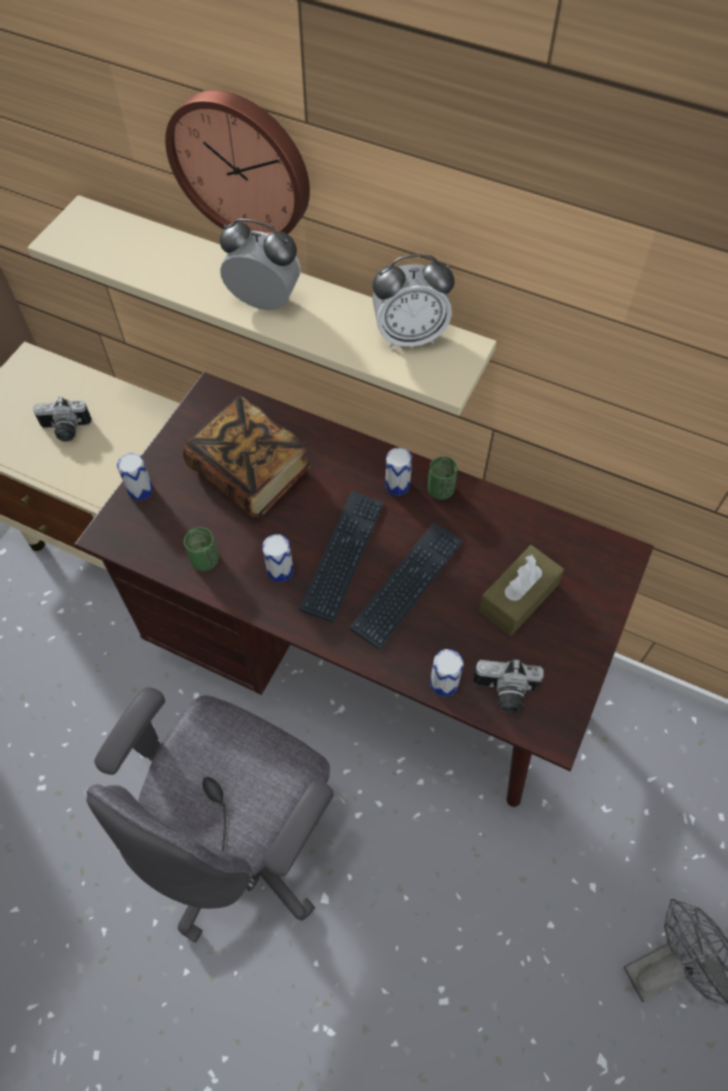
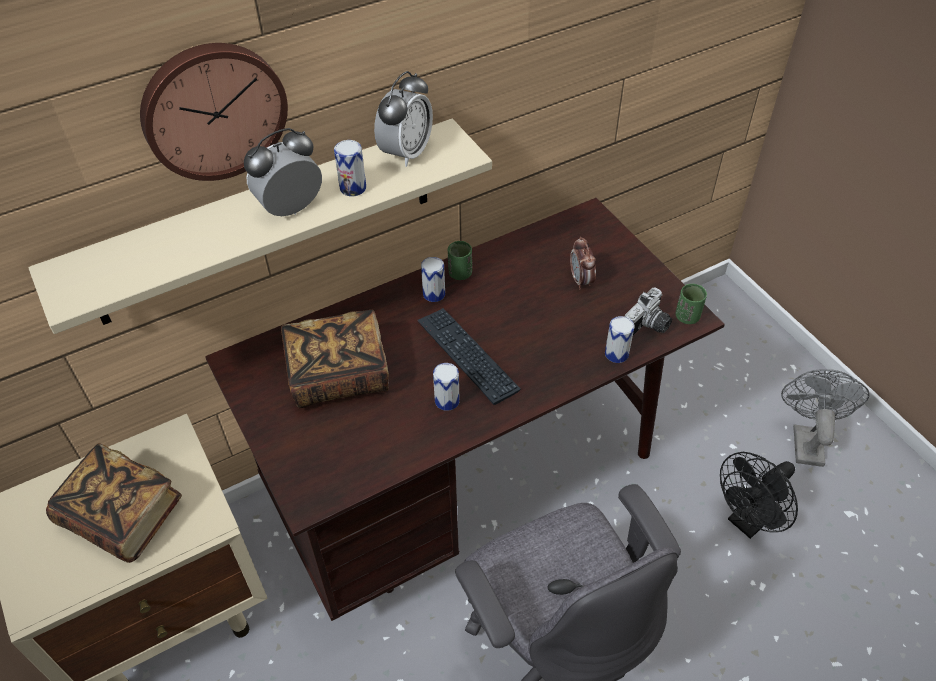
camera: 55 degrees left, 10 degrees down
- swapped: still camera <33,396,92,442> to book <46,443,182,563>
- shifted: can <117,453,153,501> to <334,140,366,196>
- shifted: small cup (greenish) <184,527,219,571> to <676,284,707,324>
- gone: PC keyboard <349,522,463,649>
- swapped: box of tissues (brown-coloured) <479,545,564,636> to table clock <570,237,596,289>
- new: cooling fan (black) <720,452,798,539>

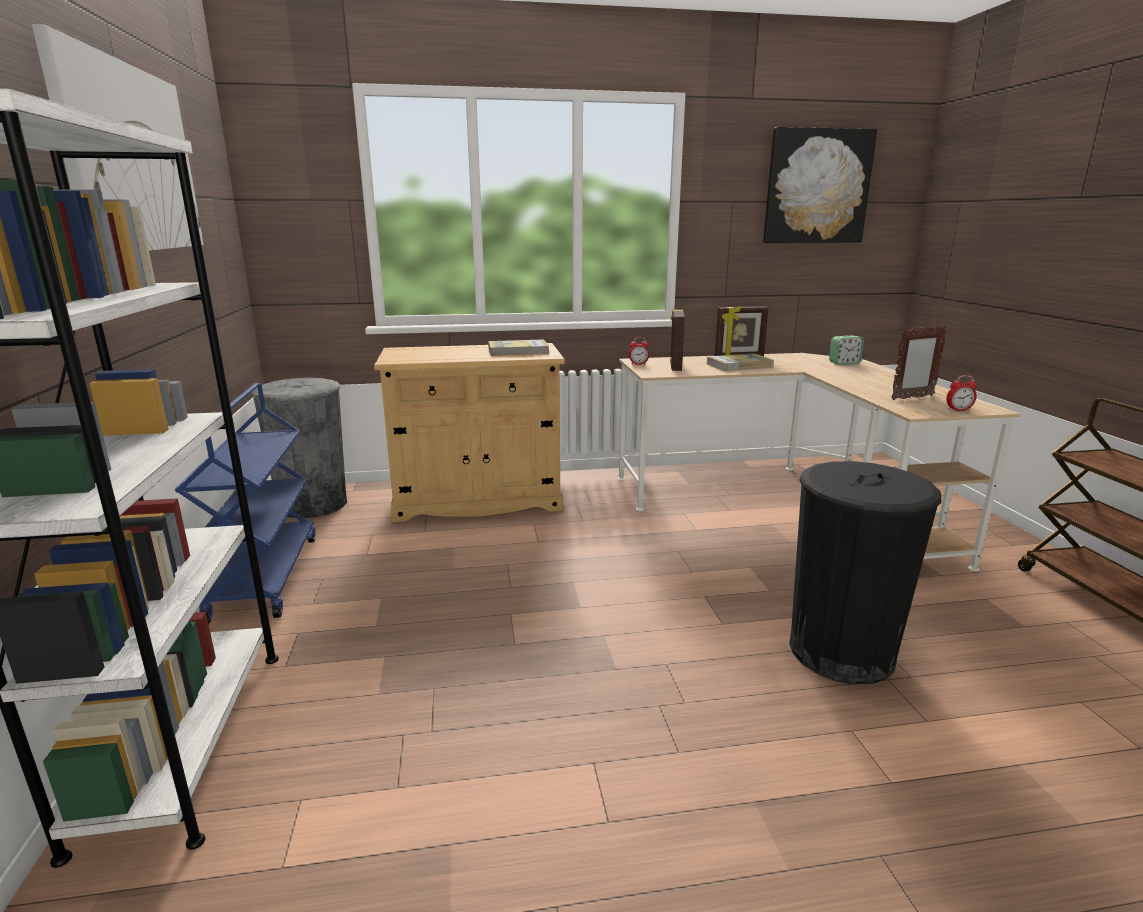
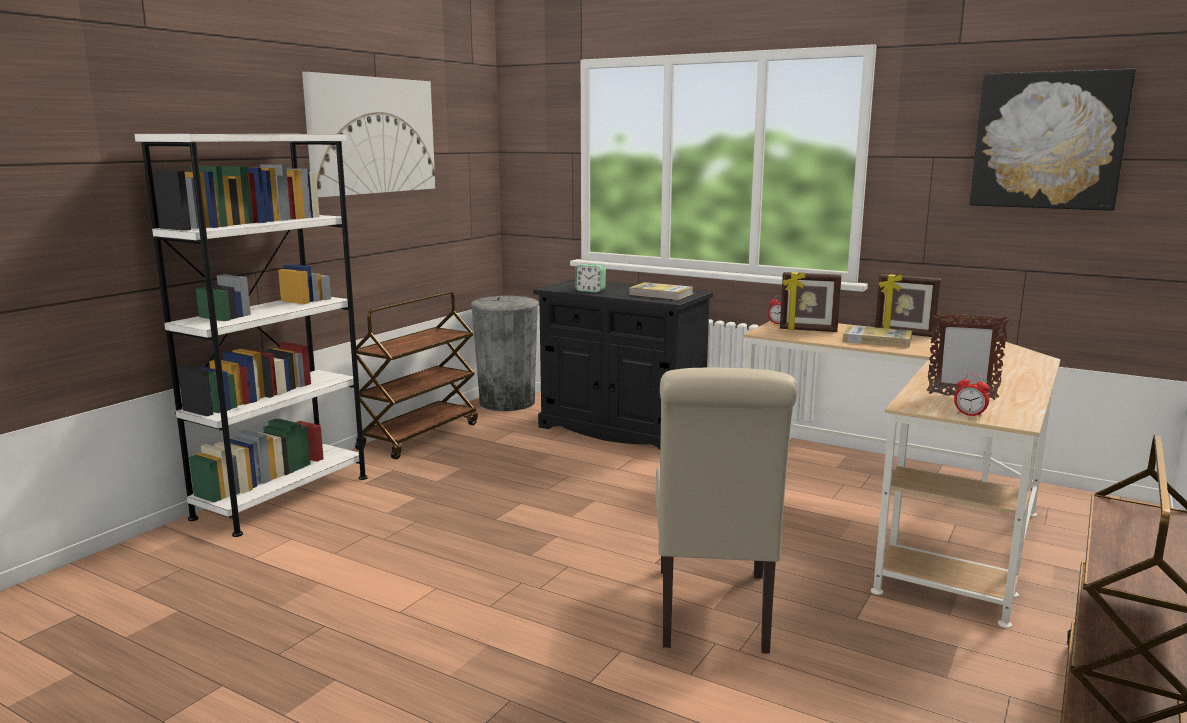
camera: 40 degrees right, 5 degrees down
- repainted: wheeled cart (blue) <175,383,316,624> to wheeled cart (brown-coloured) <355,292,478,459>
- repainted: cupboard (beige) <374,343,564,522> to cupboard (black) <533,279,713,449>
- rotated: standing frame <670,309,685,371> = <780,272,842,332> 120 degrees counterclockwise
- swapped: trash can (black) <789,461,941,685> to upright chair (beige) <656,368,797,654>
- shifted: table clock <829,335,864,365> to <575,264,606,293>

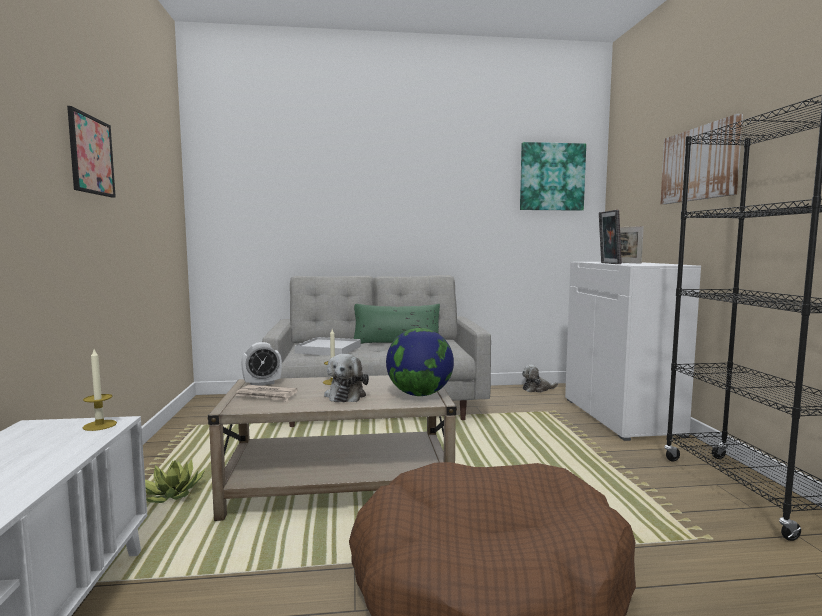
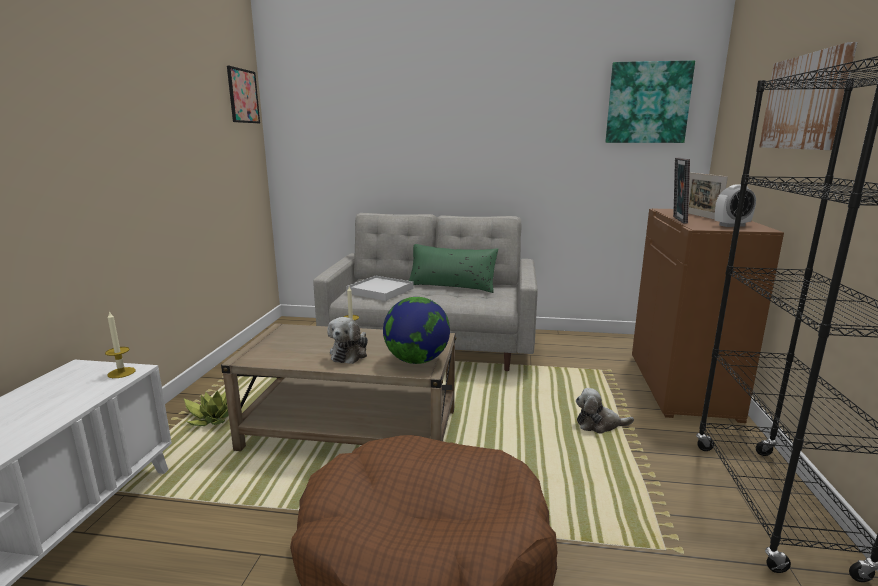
camera: 15 degrees right, 10 degrees up
- shifted: wall art <67,106,116,198> to <227,66,260,123>
- gone: daily paper <235,385,298,401>
- shifted: table clock <241,342,282,386> to <715,184,756,227>
- shifted: soft toy <522,365,558,393> to <576,388,634,434>
- repainted: cupboard (white) <565,262,701,441> to cupboard (brown-coloured) <632,209,784,423>

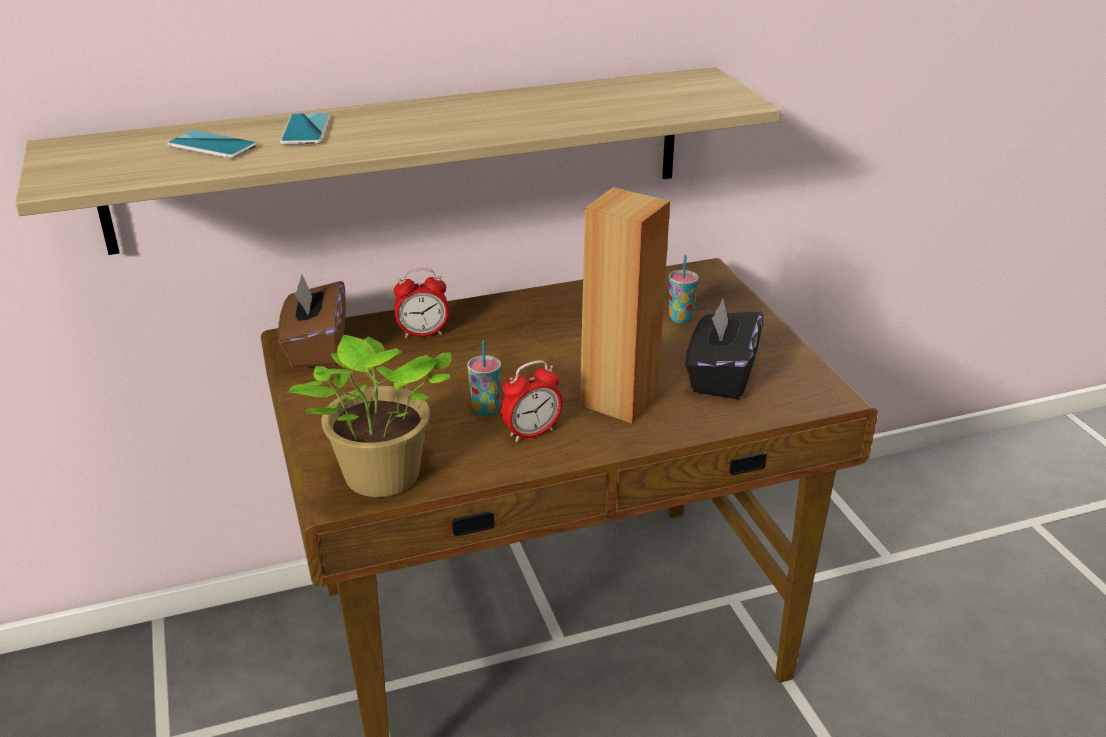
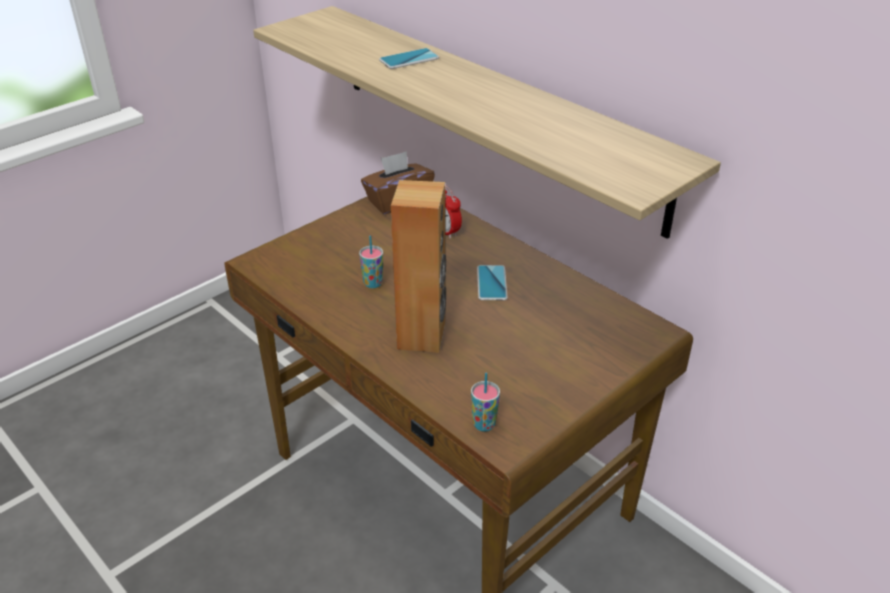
camera: 65 degrees right, 5 degrees up
- shifted: telephone <167,130,258,159> to <477,265,508,300>
- gone: plant in a pot <288,335,452,497>
- gone: table clock <501,360,563,442>
- shifted: small cup <669,255,699,323> to <471,373,500,432>
- gone: box of tissues (black) <685,298,763,399>

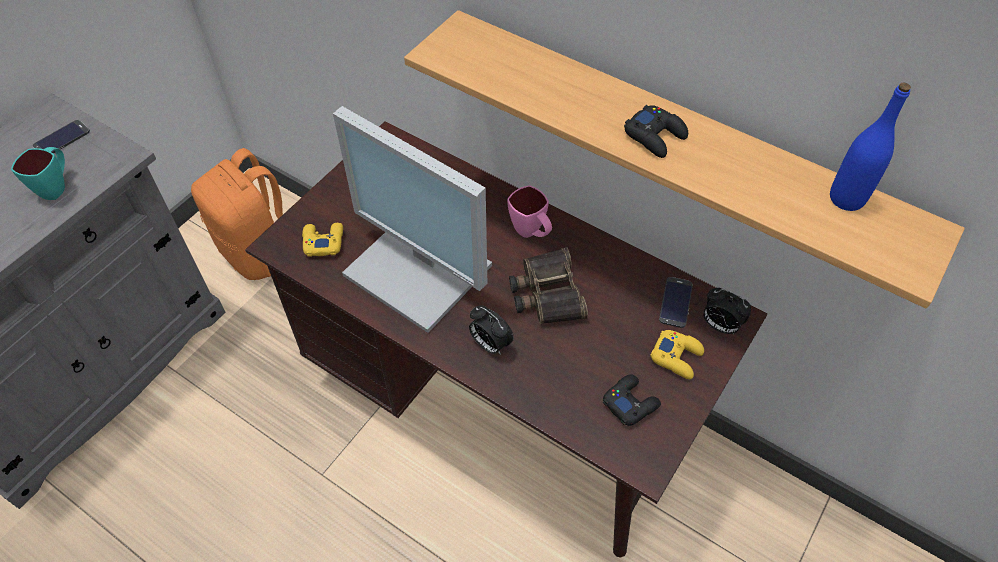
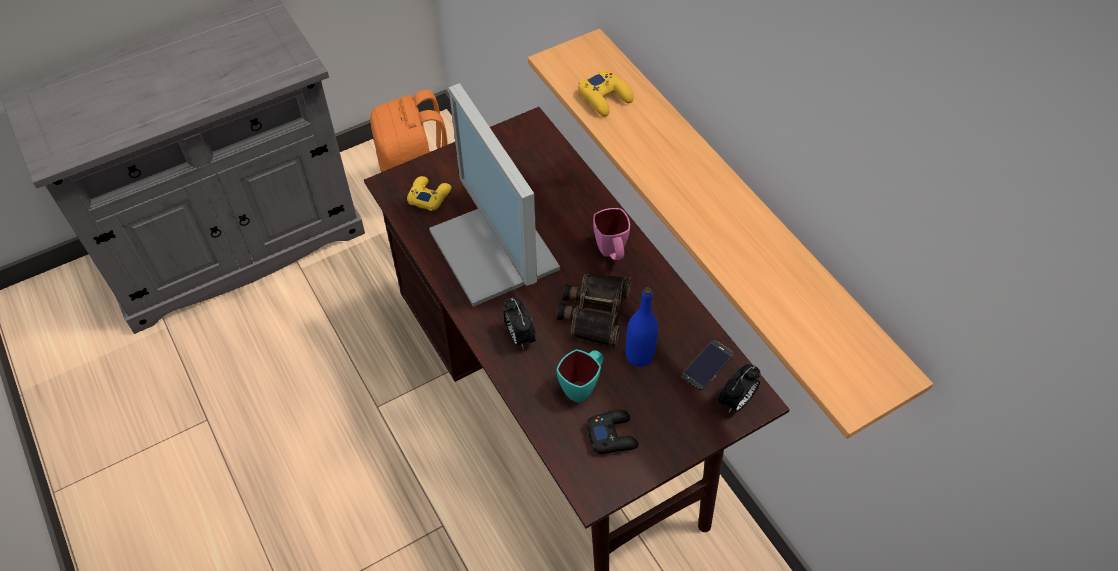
camera: 25 degrees right, 0 degrees up
- shifted: tea mug (turquoise-coloured) <11,147,65,200> to <557,349,604,403>
- gone: telephone <33,120,90,154>
- gone: joypad (black) <624,105,688,158>
- shifted: joypad (yellowish) <650,330,704,379> to <578,70,633,117>
- rotated: table clock <703,288,751,334> = <718,364,760,412> 105 degrees counterclockwise
- shifted: drink bottle (blue) <830,83,911,211> to <625,287,658,367>

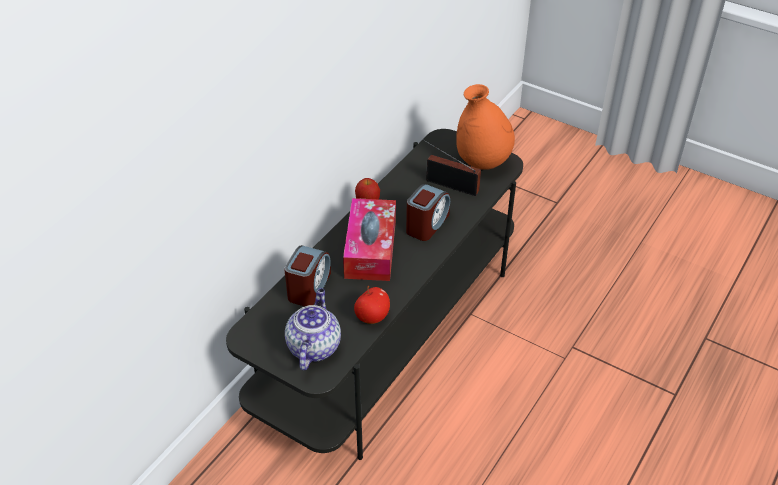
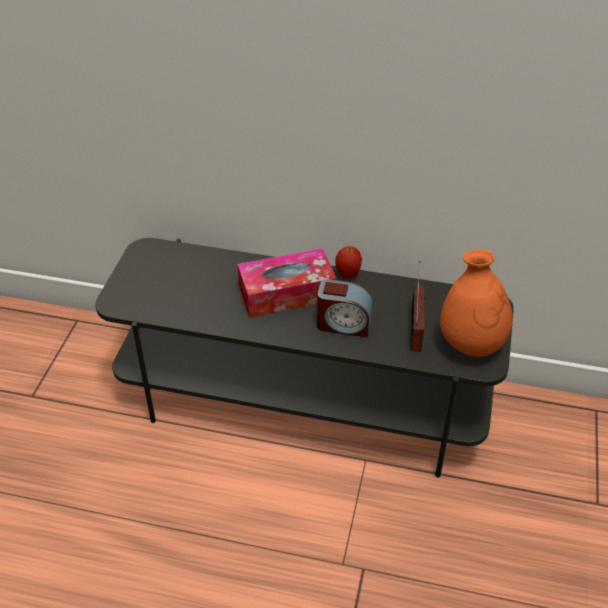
camera: 70 degrees right, 0 degrees up
- gone: table clock <284,245,331,306>
- gone: teapot <285,288,341,370>
- gone: apple fruit <354,286,390,324>

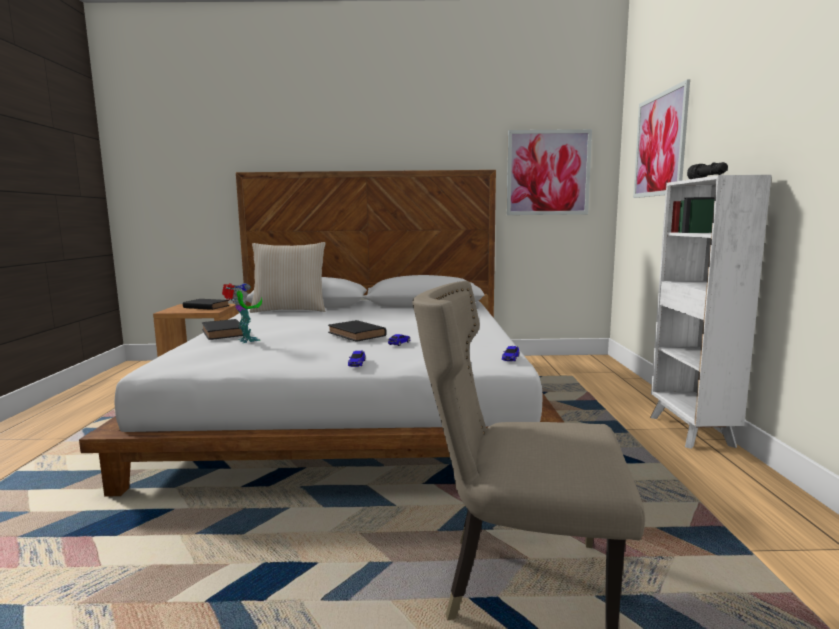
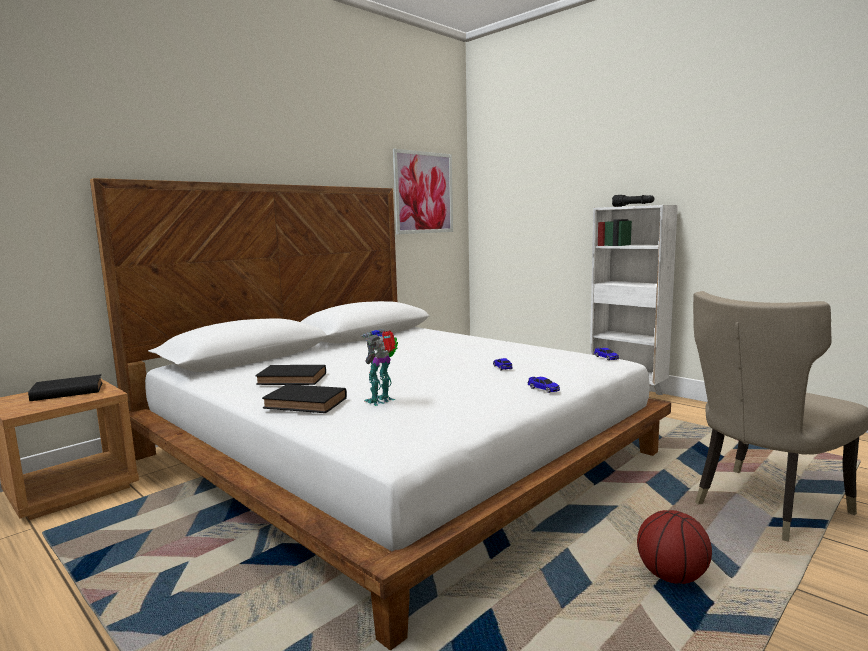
camera: 45 degrees left, 0 degrees up
- rotated: robot figure <222,283,262,343> = <361,329,398,406> 60 degrees counterclockwise
- gone: cushion (beige) <250,242,326,313>
- shifted: book (black) <328,320,387,342> to <256,365,326,385>
- gone: wall art <633,79,690,198>
- new: ball for basketball <637,510,712,584>

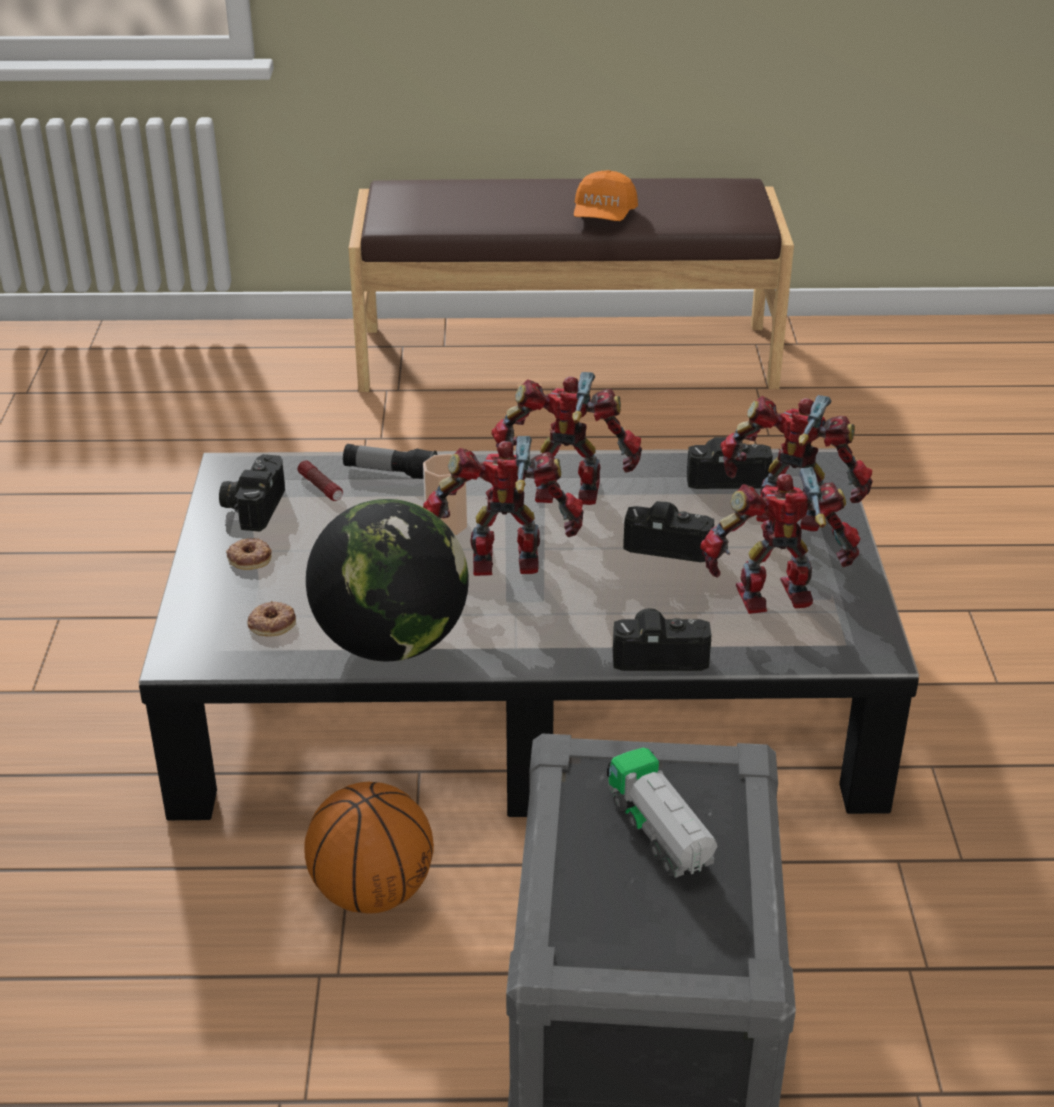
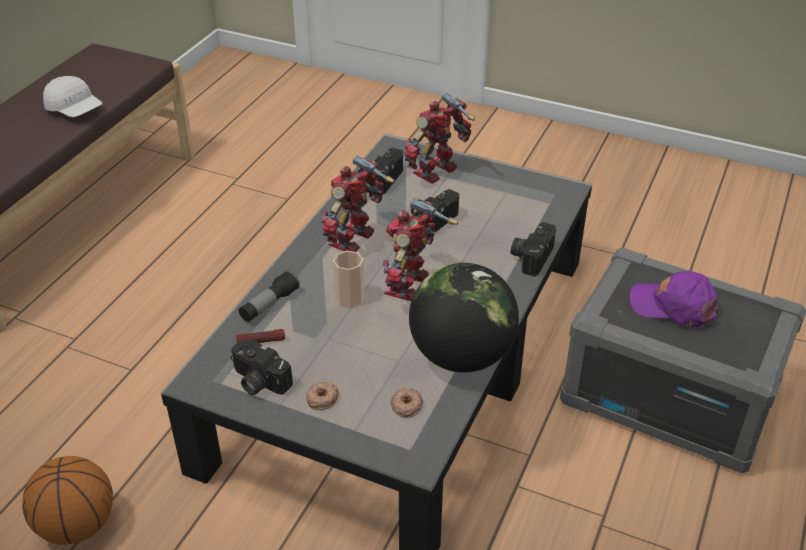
camera: 65 degrees left, 5 degrees up
- shifted: ball for basketball <304,782,434,914> to <22,456,113,545>
- repainted: cap (orange-coloured) <574,170,638,221> to cap (white) <43,76,102,117>
- swapped: toy lorry <607,748,717,878> to cap (purple) <629,271,719,328>
- gone: robot figure <700,467,861,614>

